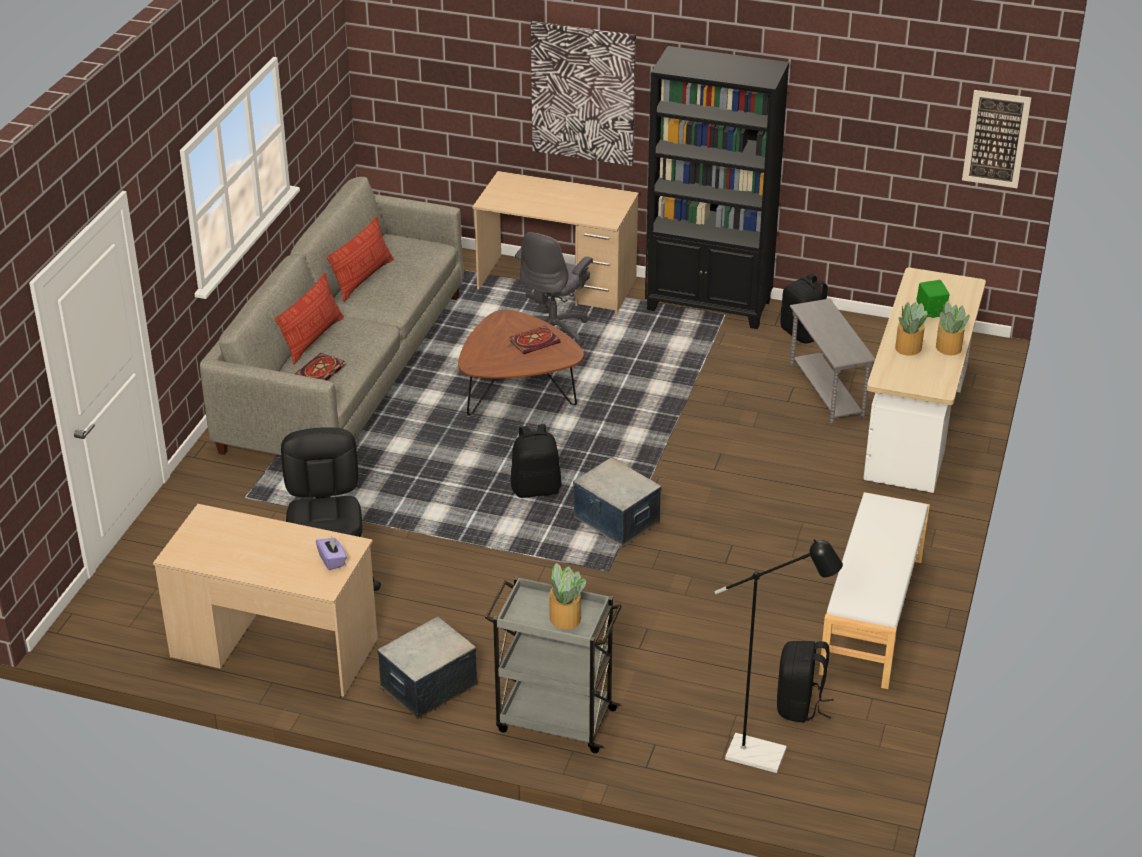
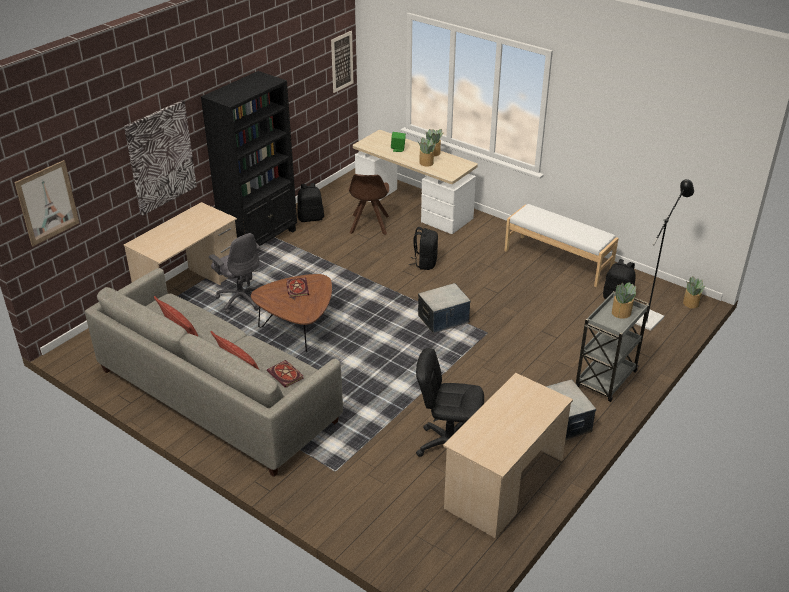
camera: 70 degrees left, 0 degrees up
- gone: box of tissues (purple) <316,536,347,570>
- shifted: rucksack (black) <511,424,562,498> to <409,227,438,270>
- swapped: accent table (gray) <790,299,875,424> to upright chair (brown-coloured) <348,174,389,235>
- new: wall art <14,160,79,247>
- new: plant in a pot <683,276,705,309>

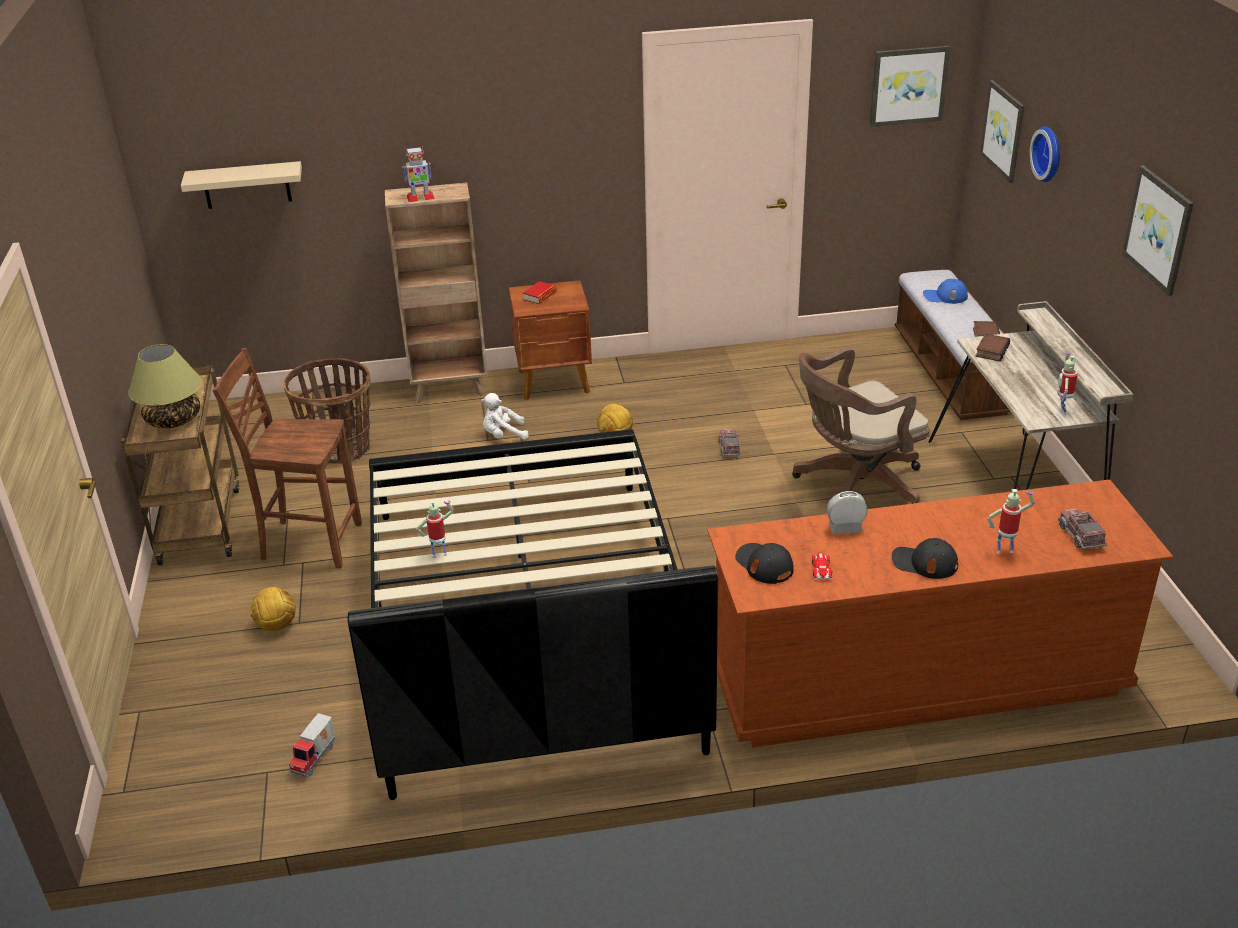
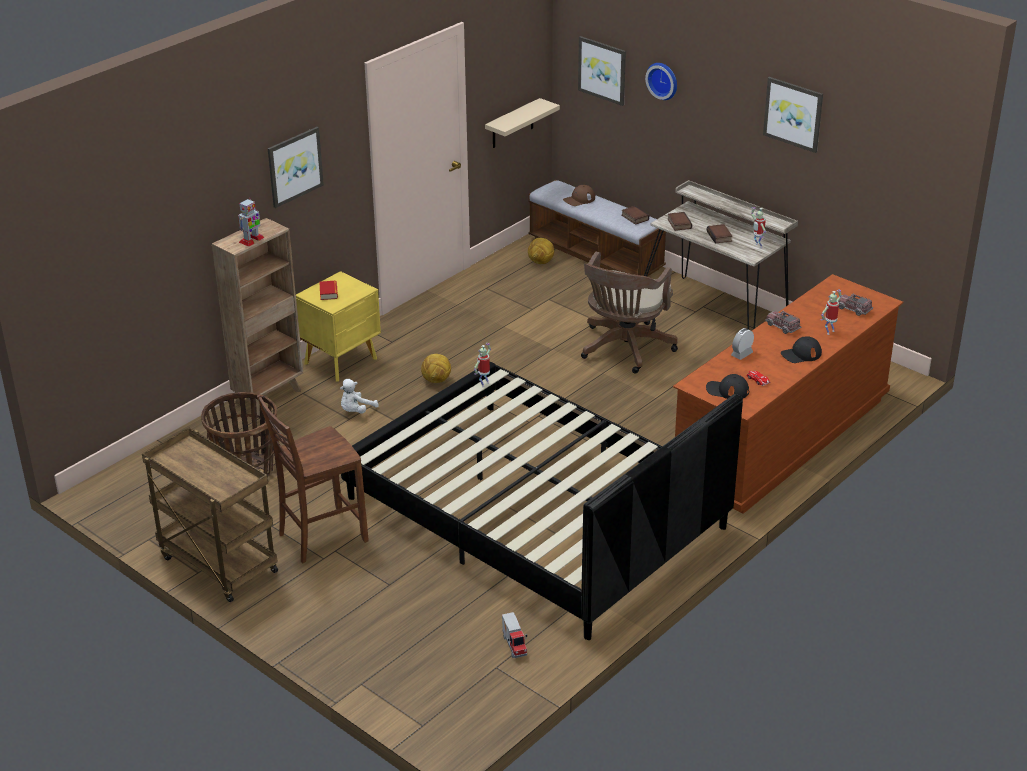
camera: 40 degrees left, 0 degrees up
- gone: lamp for a table <128,344,202,428>
- shifted: wall shelf (beige) <181,161,302,209> to <485,98,560,148>
- shifted: football <250,587,296,631> to <528,238,554,264>
- shifted: robot figure <416,500,454,558> to <474,343,491,387>
- repainted: nightstand (brown-coloured) <509,280,592,400> to nightstand (yellowish) <296,271,381,381>
- shifted: toy lorry <719,429,741,456> to <765,311,802,334>
- shifted: wall art <870,46,950,127> to <268,127,324,208>
- repainted: cap (blue) <923,279,968,304> to cap (brown-coloured) <563,185,595,206>
- new: book <706,224,732,244>

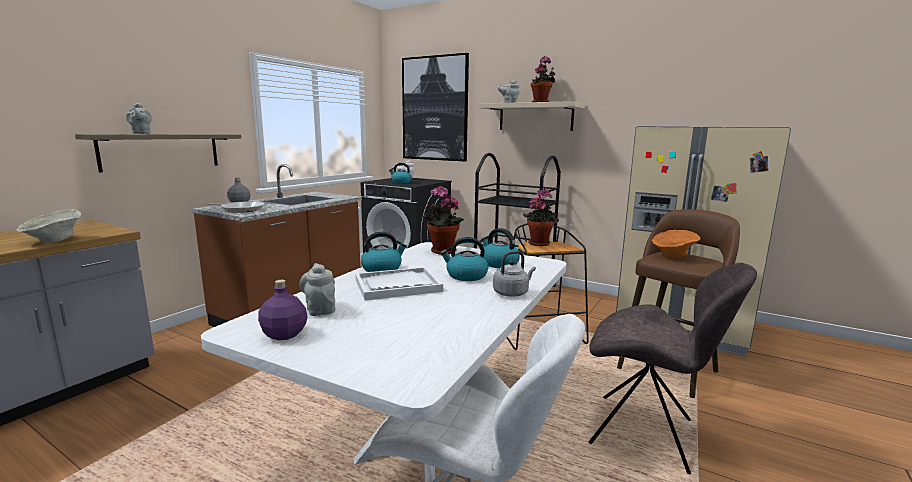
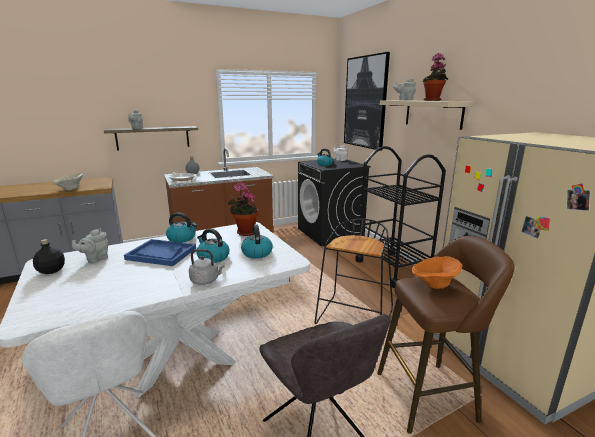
camera: 35 degrees right, 5 degrees up
- repainted: drink bottle (purple) <258,280,308,340> to drink bottle (black) <33,239,65,274>
- rotated: teapot (gray) <299,263,336,316> = <72,229,108,263> 150 degrees counterclockwise
- repainted: tray (white) <355,267,443,300> to tray (blue) <124,239,196,266>
- gone: plant in a pot <523,189,559,246>

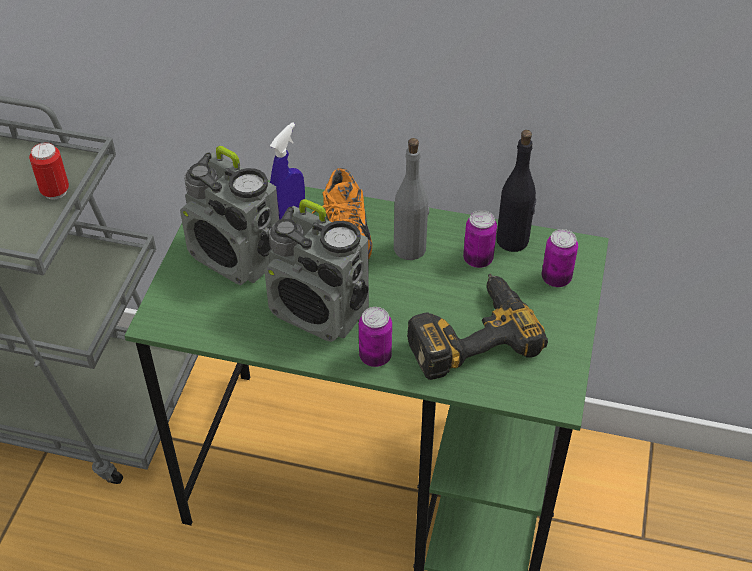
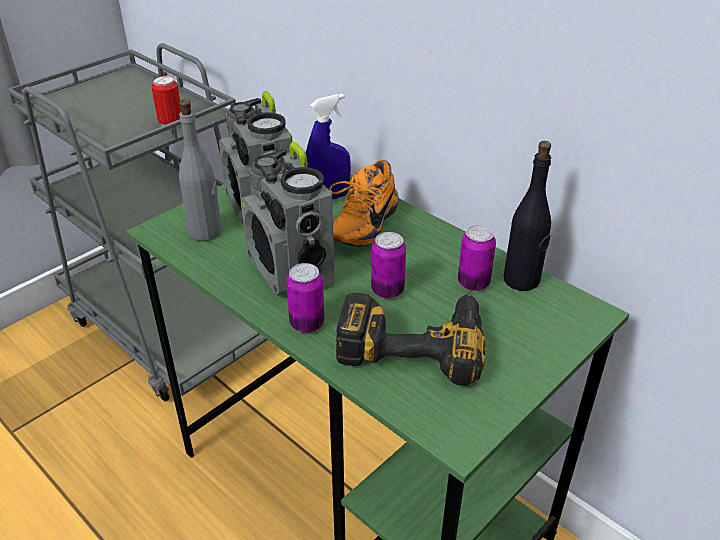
camera: 30 degrees right, 10 degrees down
- shifted: drink bottle (gray) <394,138,429,260> to <179,99,222,241>
- shifted: can <542,229,578,287> to <371,232,406,299>

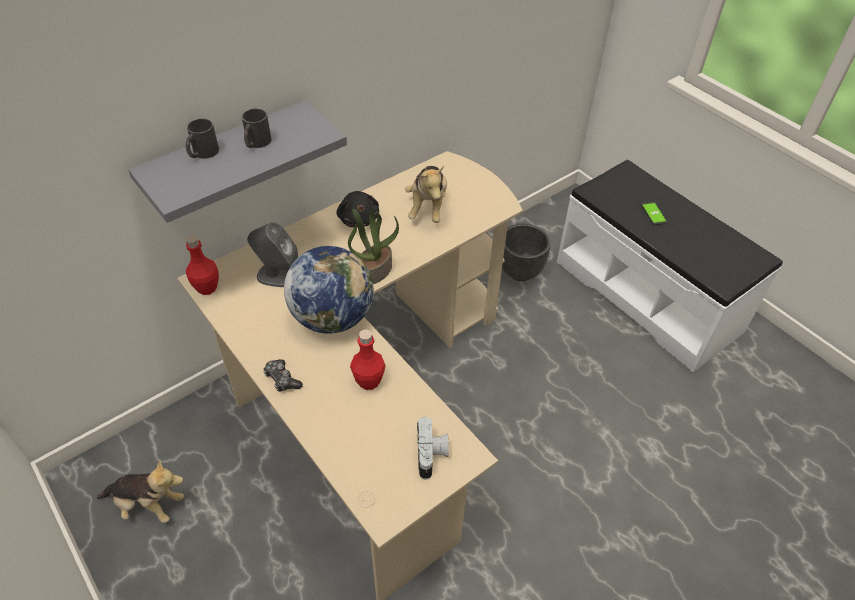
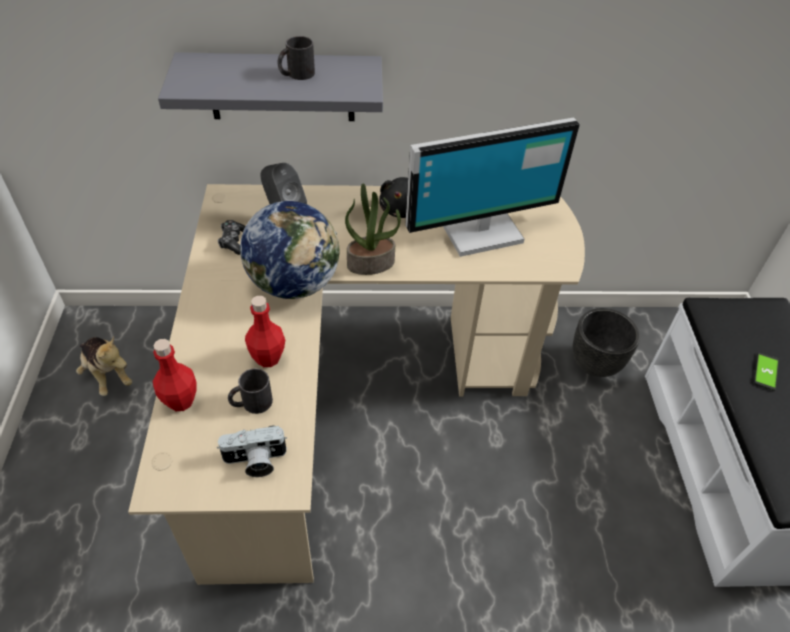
camera: 35 degrees right, 0 degrees up
- shifted: tea mug (black) <186,118,219,159> to <228,368,273,414>
- shifted: drink bottle (red) <186,235,219,295> to <153,339,197,411>
- shifted: joypad <263,359,303,392> to <218,220,246,255>
- swapped: soft toy <405,166,447,223> to monitor <405,117,580,257>
- rotated: still camera <417,417,449,480> = <217,425,287,477> 45 degrees clockwise

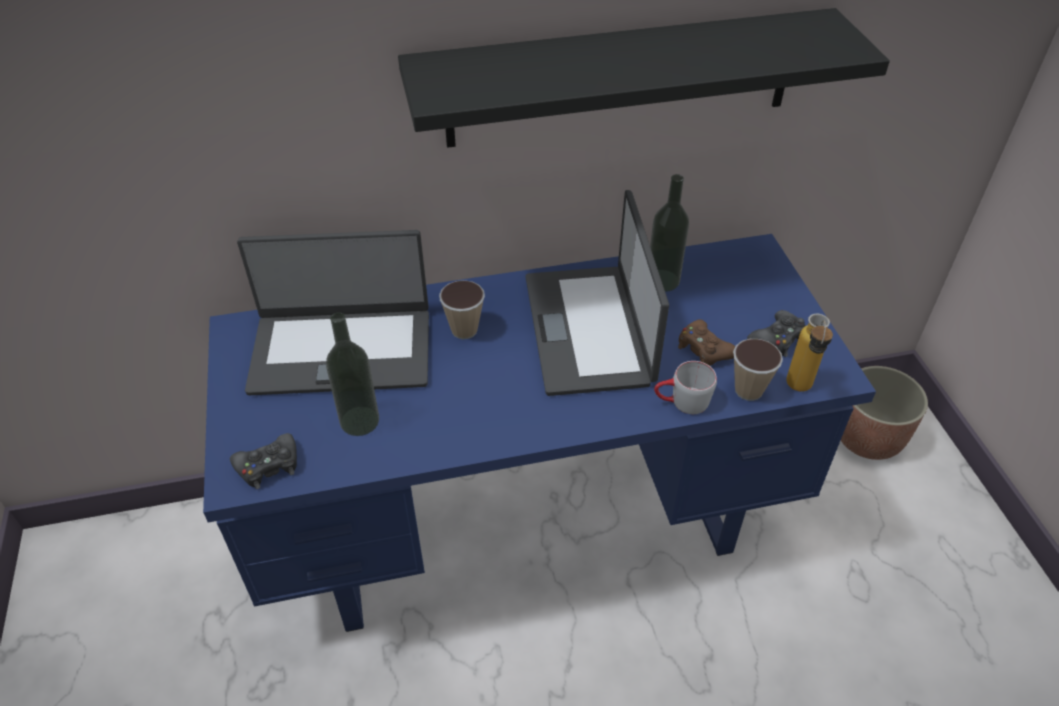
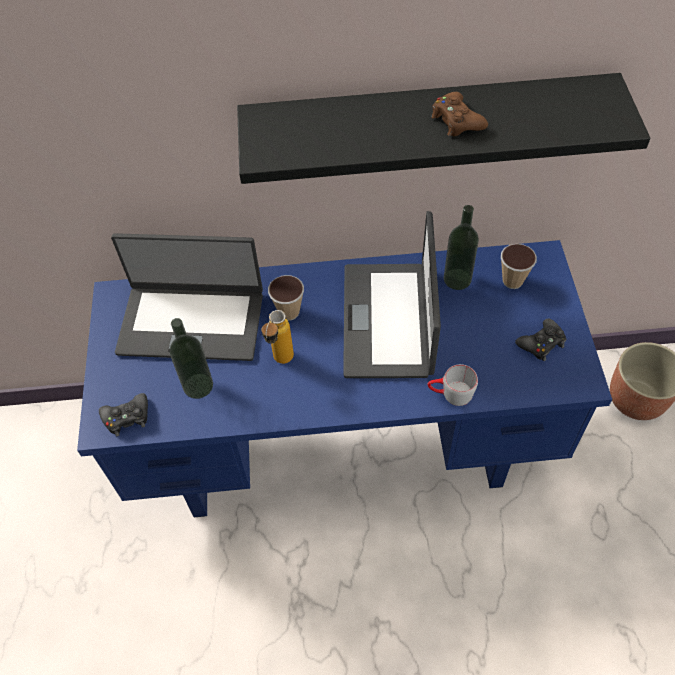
camera: 10 degrees right, 10 degrees up
- shifted: joypad (brown-coloured) <678,319,735,366> to <431,92,488,136>
- shifted: small cup <733,339,783,401> to <501,244,537,289>
- shifted: drink bottle <786,313,833,392> to <261,310,294,364>

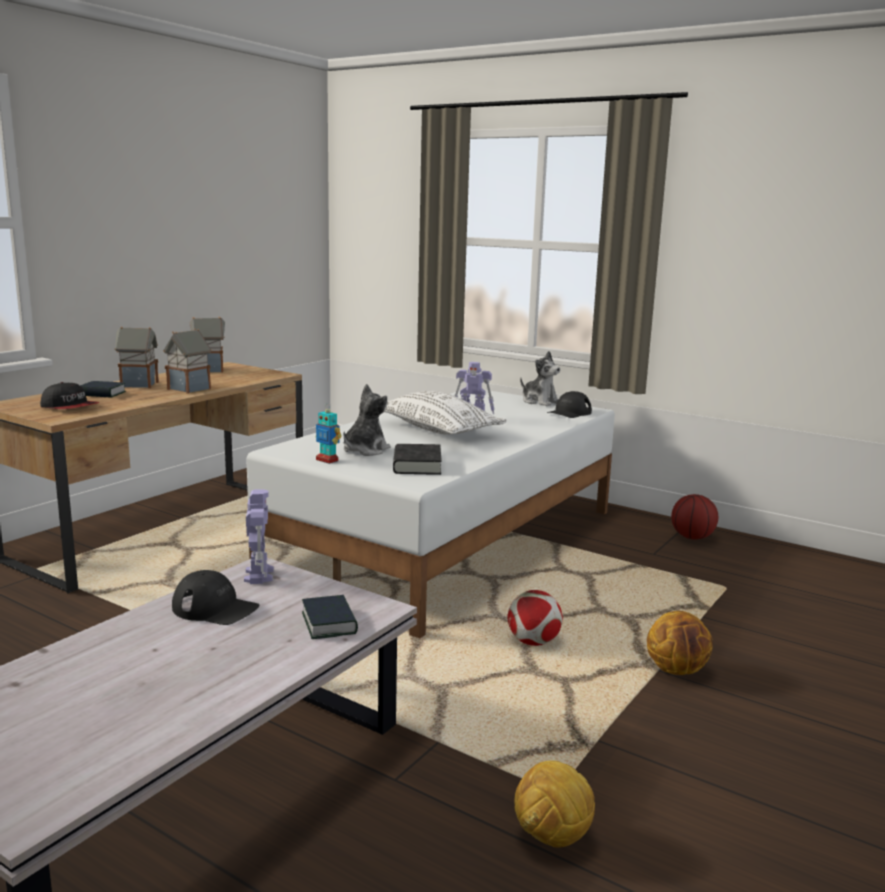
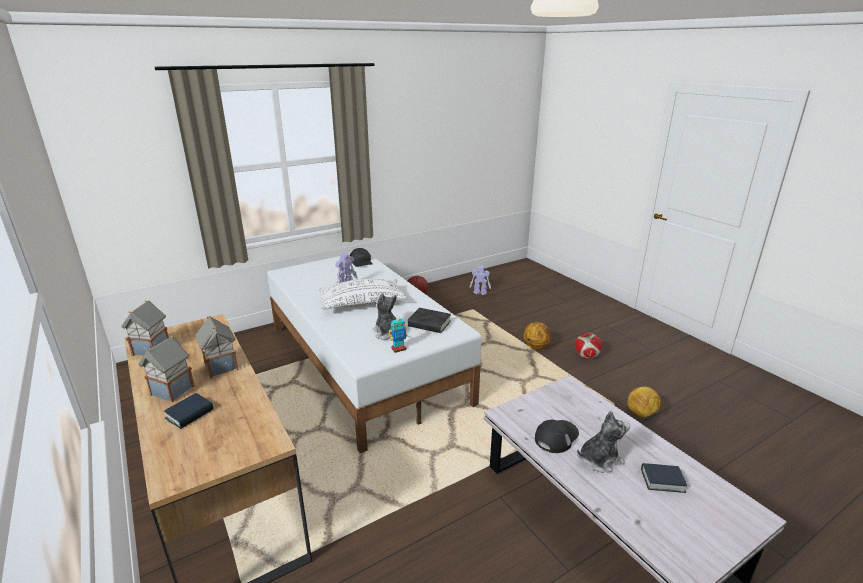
camera: 65 degrees left, 10 degrees up
- gone: cap <40,382,100,409>
- shifted: robot figure <244,489,274,584> to <470,266,491,295>
- shifted: book <302,595,358,639> to <641,463,687,493>
- shifted: football <507,590,563,646> to <575,333,602,359>
- shifted: soft toy <520,351,560,406> to <577,411,630,472>

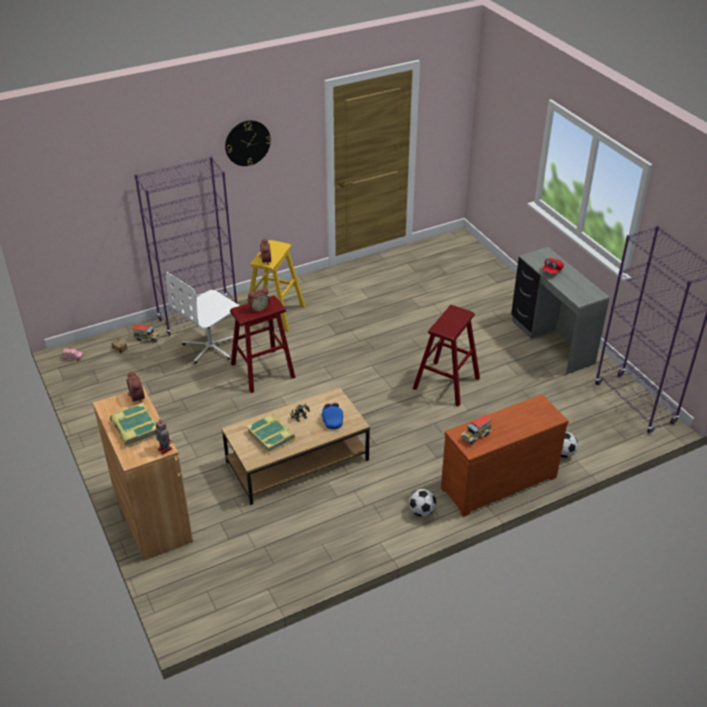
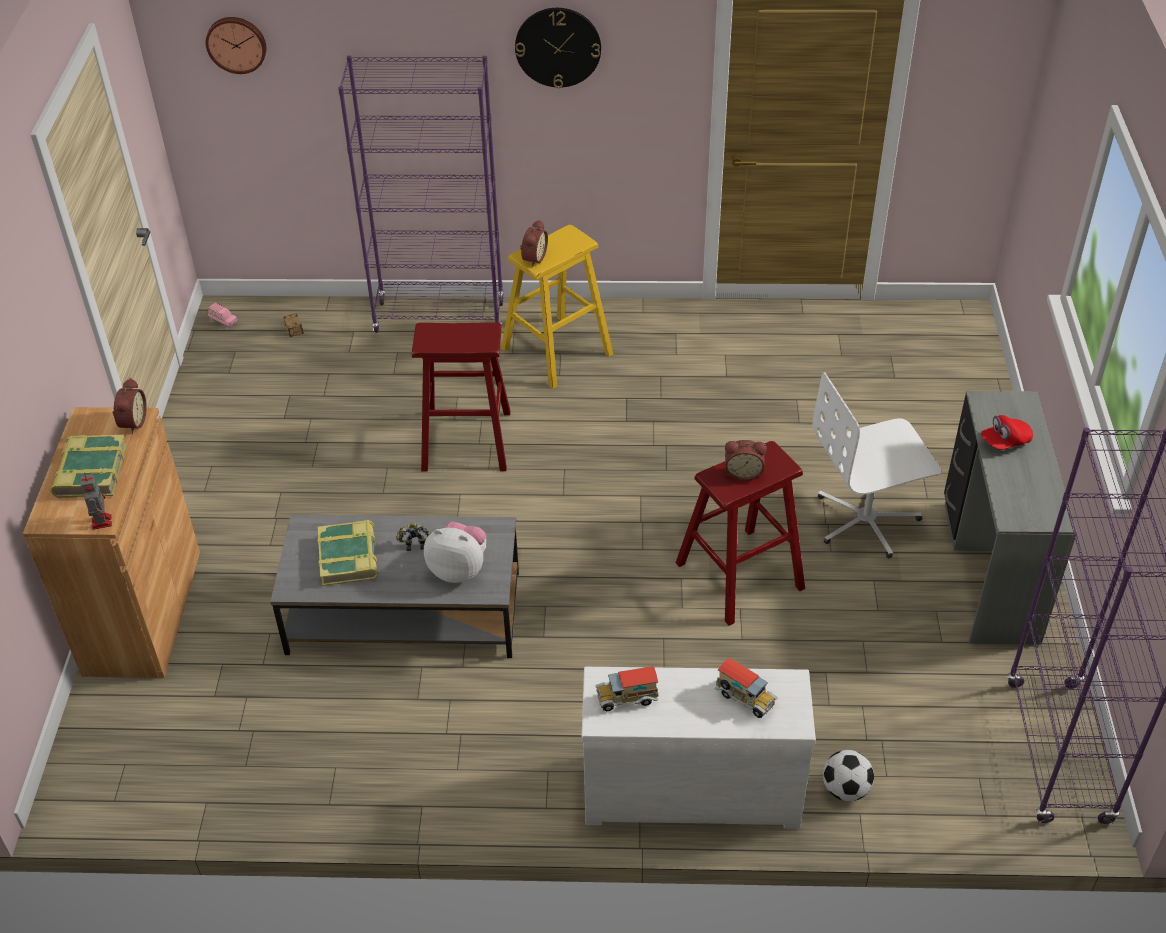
camera: 30 degrees right, 5 degrees up
- shifted: toy lorry <132,324,159,343> to <715,658,778,718>
- shifted: desk chair (white) <166,272,240,364> to <812,372,942,558>
- repainted: lounge table (brown-coloured) <221,387,370,505> to lounge table (gray) <270,515,519,658>
- shifted: table clock <248,288,270,312> to <725,440,767,481>
- swapped: cap (blue) <322,403,343,429> to soft toy <424,522,486,583>
- gone: football <409,489,436,517>
- repainted: drawer chest (brown-coloured) <441,394,569,517> to drawer chest (white) <582,667,816,829>
- new: clock on the wall <206,17,266,74>

